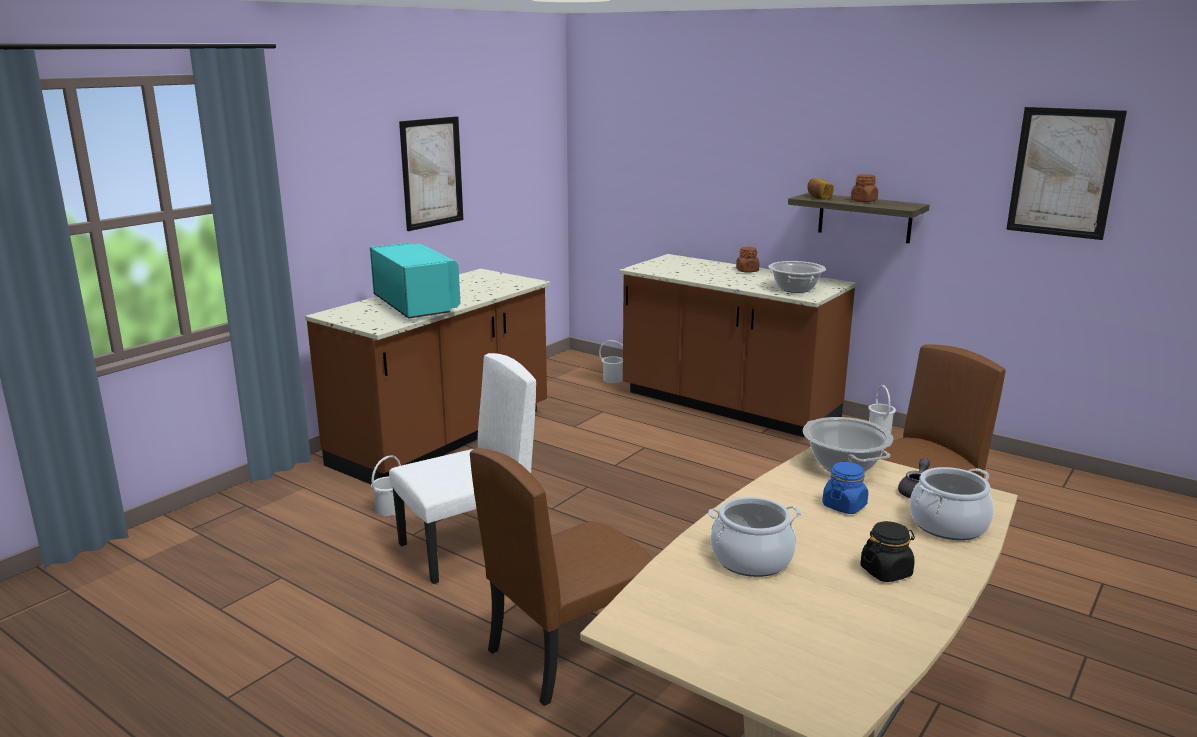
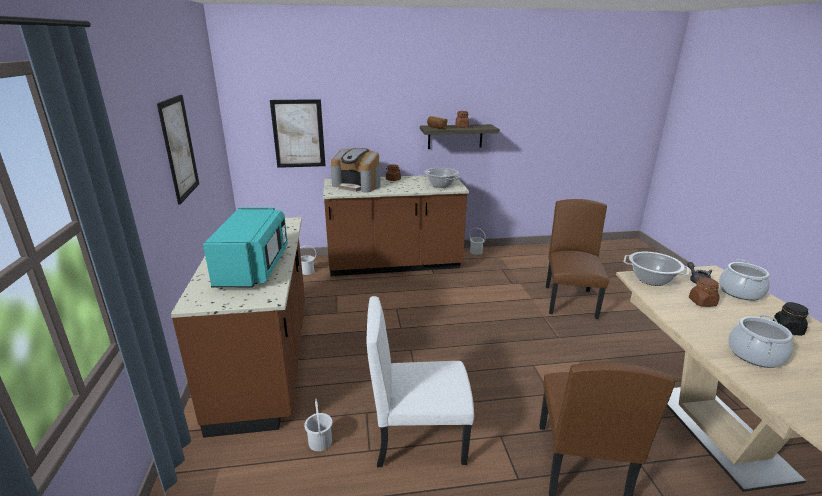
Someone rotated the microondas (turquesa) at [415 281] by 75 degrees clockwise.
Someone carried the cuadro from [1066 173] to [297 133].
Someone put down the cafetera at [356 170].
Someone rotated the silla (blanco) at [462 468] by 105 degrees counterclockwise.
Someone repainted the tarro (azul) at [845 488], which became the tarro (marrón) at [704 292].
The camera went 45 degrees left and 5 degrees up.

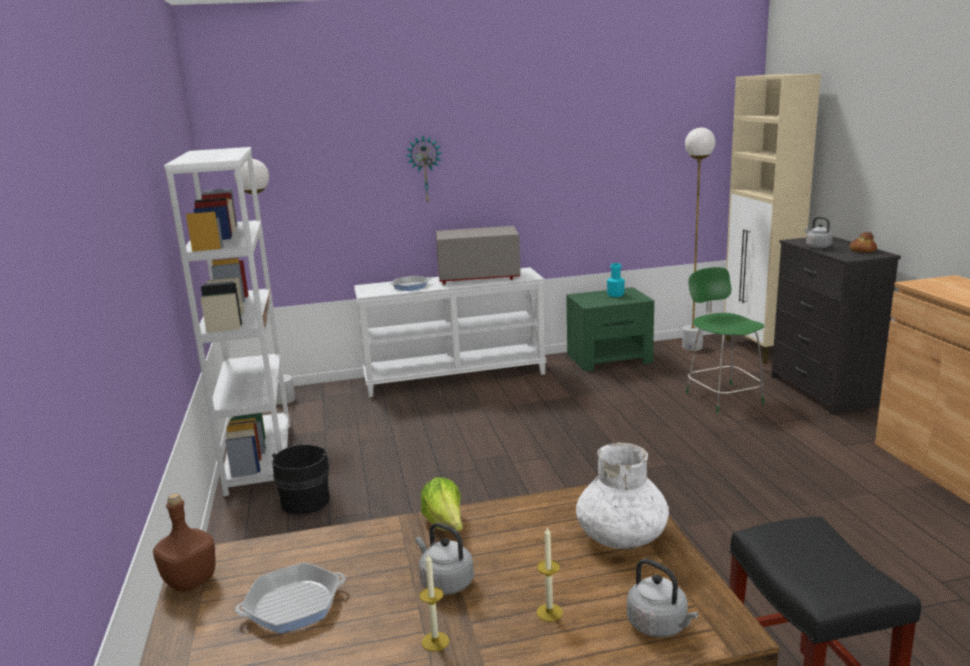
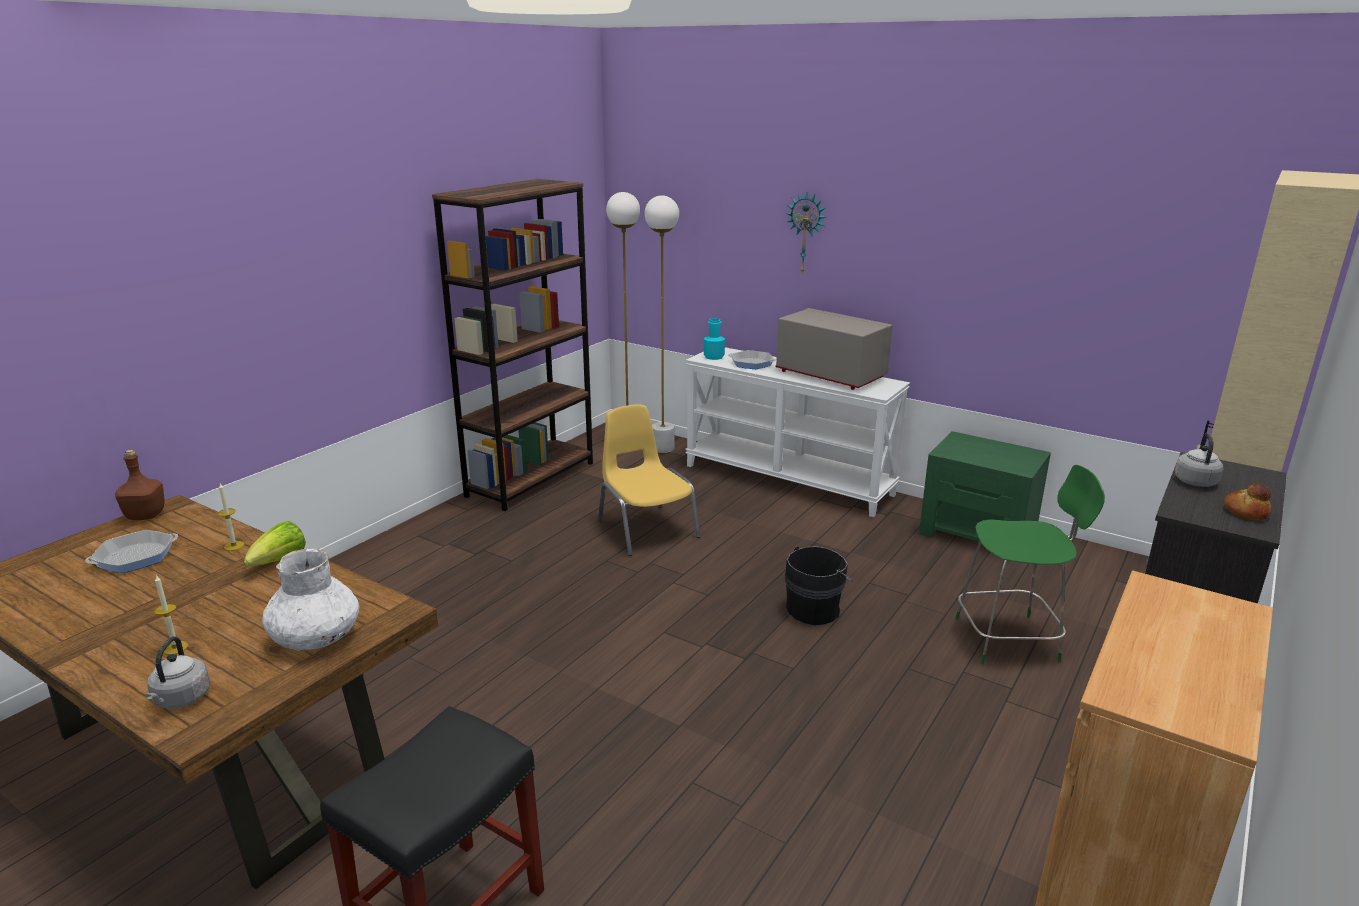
Someone rotated the sartén at [290 598] by 120 degrees clockwise.
Someone carried the vela from [434 603] to [231 517].
Someone repainted the estantería (blanco) at [227 321], which became the estantería (marrón) at [512 345].
Someone put down the silla (amarillo) at [649 480].
Someone carried the lámpara de pie (blanco) from [698 239] to [661 324].
Someone carried the botella (turquesa) from [616 280] to [714 339].
Someone carried the cubo (negro) from [302 479] to [818 585].
Someone rotated the silla (verde) at [725 340] by 60 degrees clockwise.
Someone took away the hervidor (gris) at [445 558].
The camera went 45 degrees right and 5 degrees up.

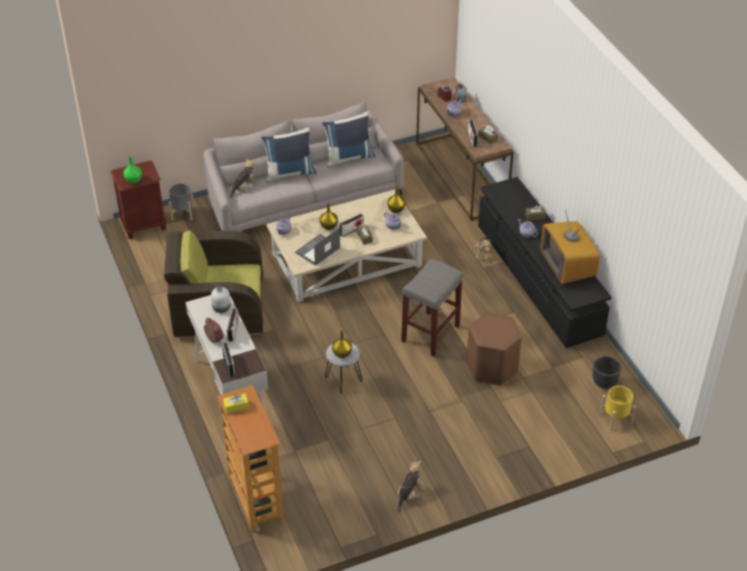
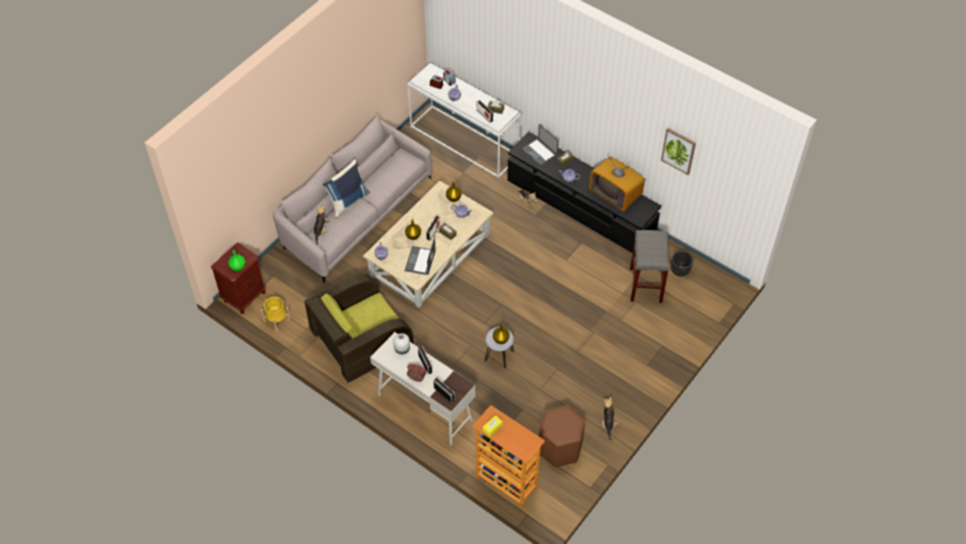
Someone carried the maceta (amarillo) from [618 408] to [276 314].
Someone repainted the mesa consola (marrón) at [465 149], which became the mesa consola (blanco) at [464 120].
Someone put down the portátil at [540 145].
Someone carried the taburete (marrón) from [494 349] to [562 436].
Someone carried the taburete (gris) from [432 307] to [649 266].
Someone put up the cuadro at [678 151].
Someone took away the maceta (gris) at [181 201].
Someone took away the cojín (azul) at [349 139].
The camera went 30 degrees left and 10 degrees up.

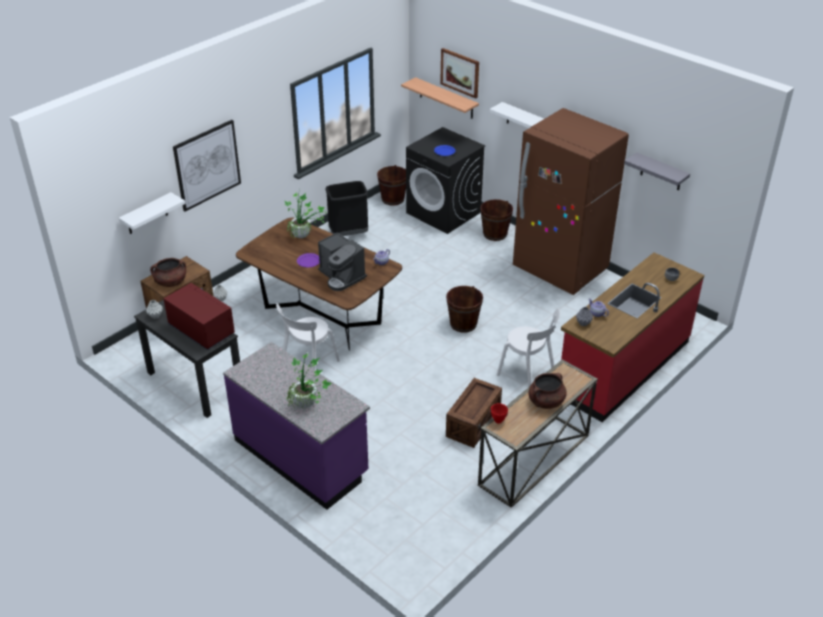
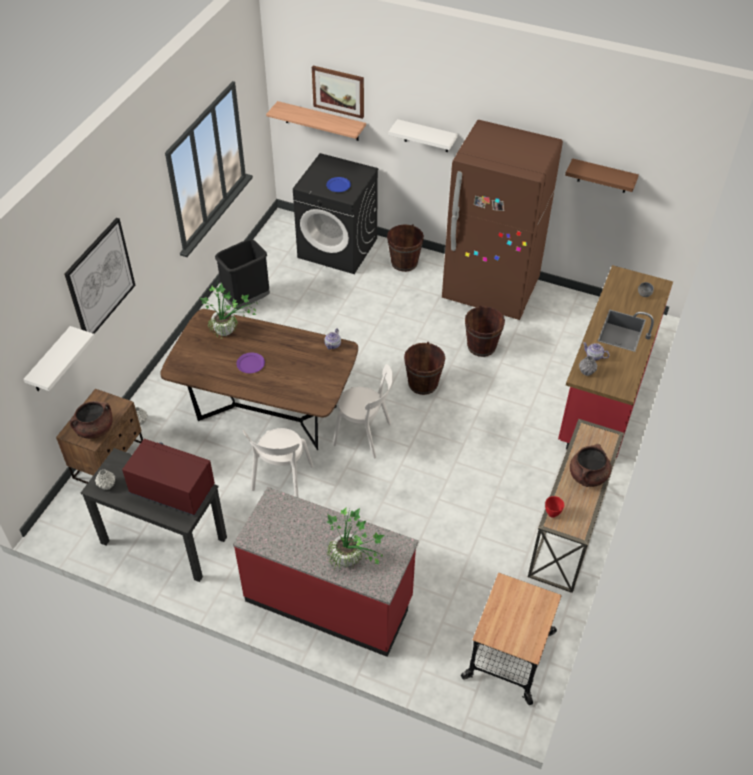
Someone repainted the mueble bajo de cocina (morado) at [296 426], which became the mueble bajo de cocina (rojo) at [326 572].
Someone carried the silla (blanco) from [528 347] to [363 411].
Someone put down the carrito at [511 638].
Someone carried the cubo (marrón) from [391 185] to [485 331].
Someone repainted the estante (gris) at [657 171], which became the estante (marrón) at [602 175].
Someone took away the cafetera at [342 261].
Someone took away the caja de embalaje at [474 413].
The camera went 20 degrees left and 10 degrees up.

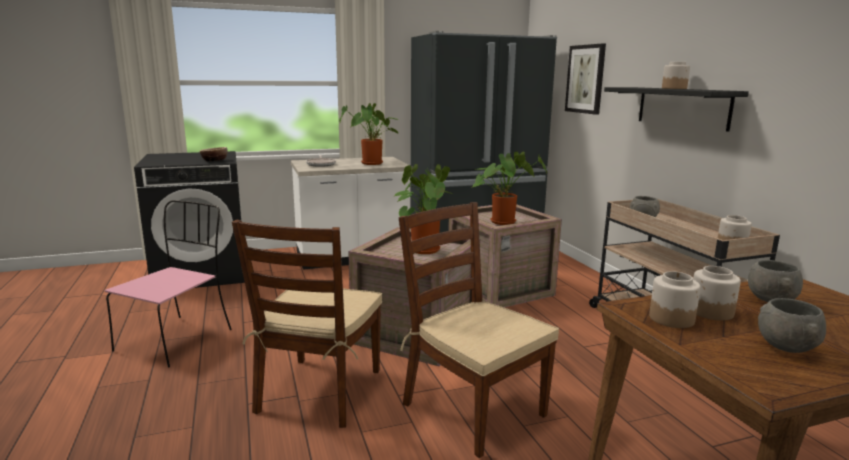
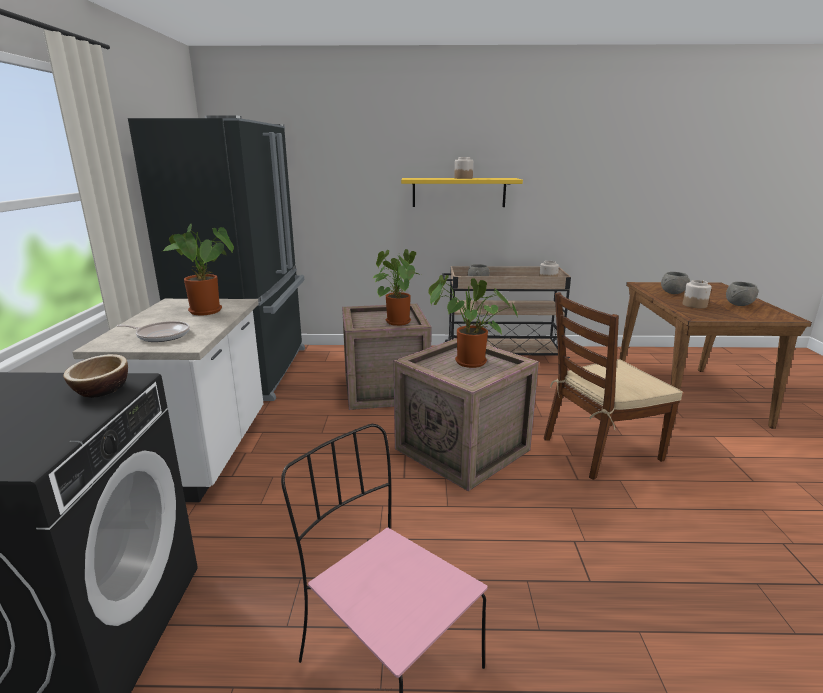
Someone repainted the estante (negro) at [676 109], which became the estante (amarillo) at [462 192].
Someone took away the silla (marrón) at [307 324].
Someone took away the cuadro at [585 79].
Someone took away the tarro at [675 299].
The camera went 70 degrees left and 5 degrees up.

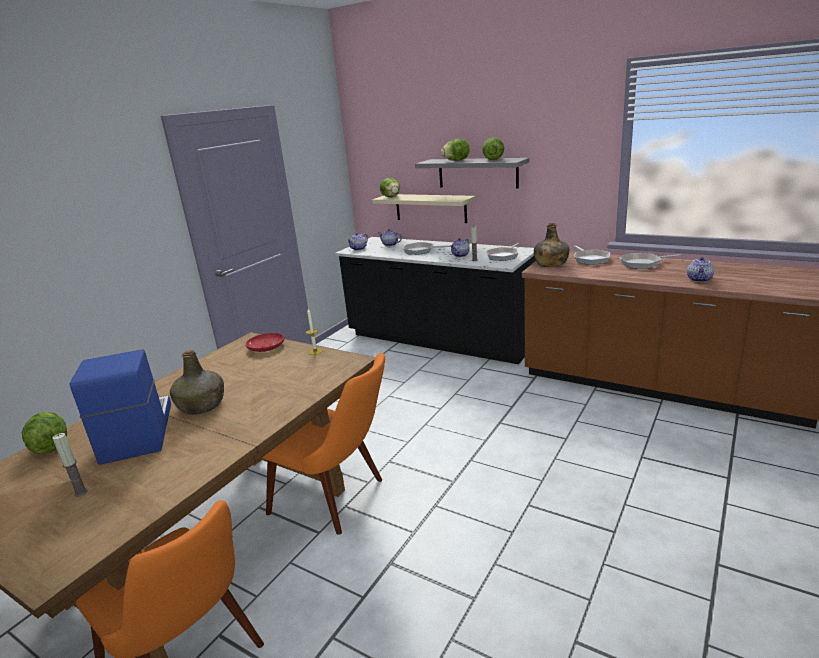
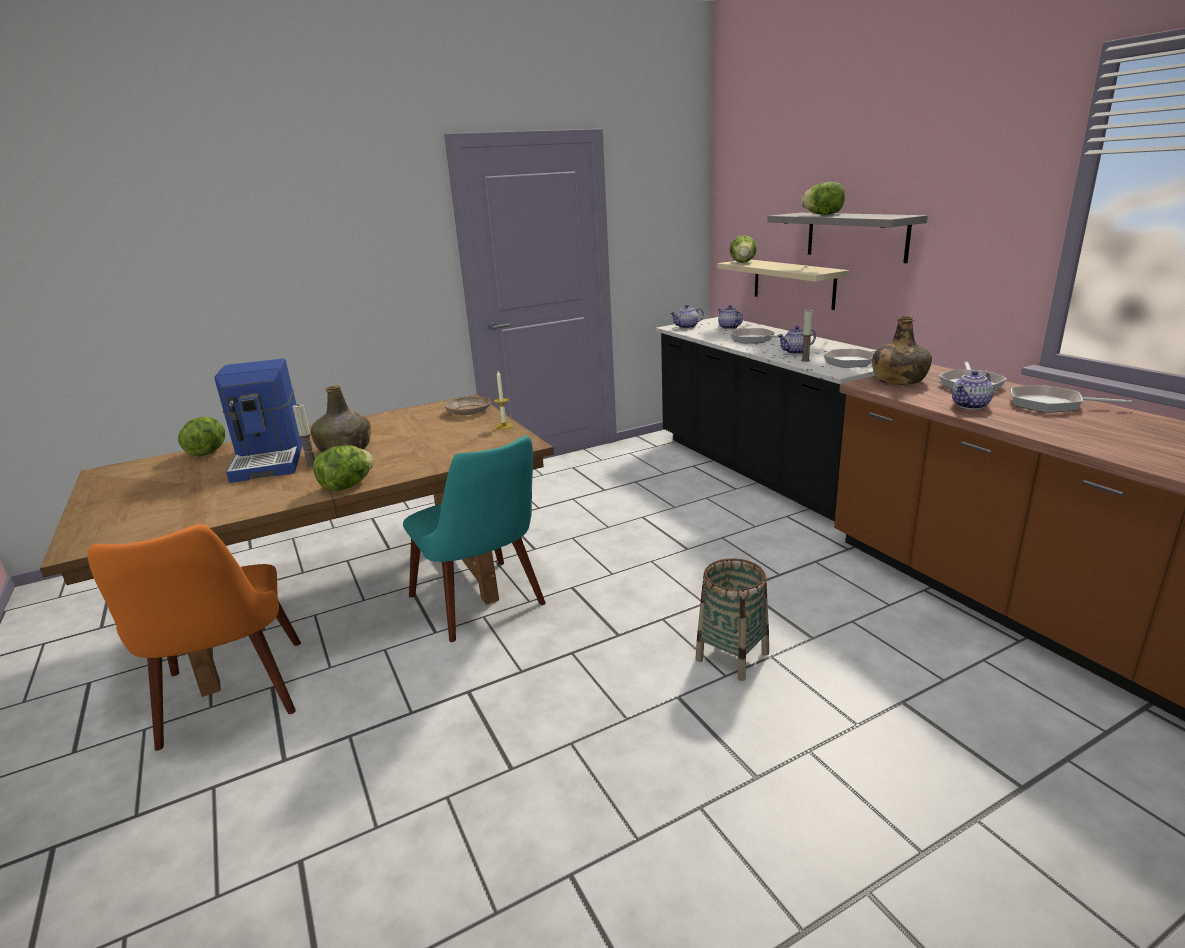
Someone rotated the cafetera at [120 407] by 150 degrees clockwise.
Someone carried the vela from [70 465] to [304 436].
Someone carried the lechuga from [493 148] to [343 468].
Someone repainted the silla (naranja) at [323 444], which became the silla (turquesa) at [474 539].
Someone repainted the plato (rojo) at [265 342], which became the plato (beis) at [468 406].
Someone put down the cesta at [732 619].
Someone carried the tetera from [700 269] to [973 390].
The camera went 30 degrees right and 0 degrees up.

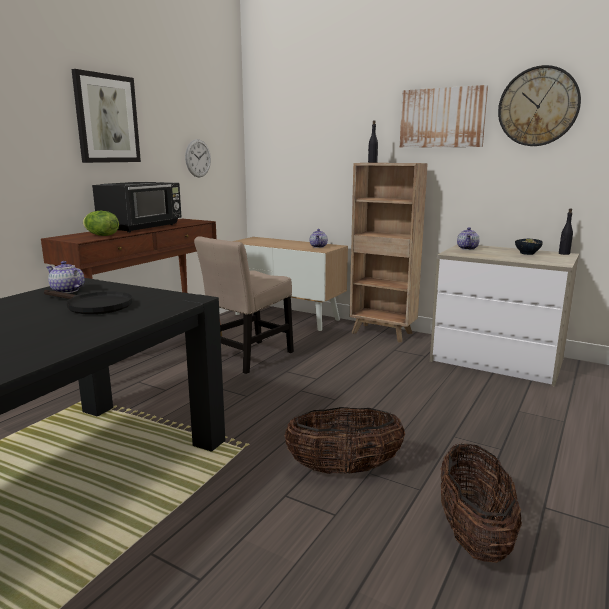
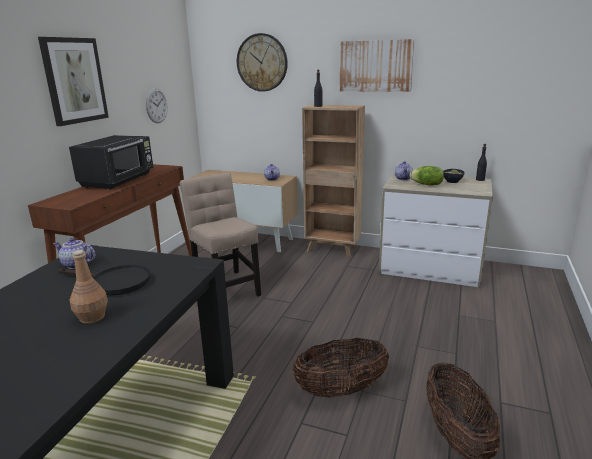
Someone put down the botella (marrón) at [89 287].
Someone rotated the silla (beis) at [244 305] by 120 degrees clockwise.
Someone carried the reloj de pared from [539 105] to [262 62].
Someone carried the lechuga from [101 223] to [426 176].
The camera went 10 degrees left and 5 degrees up.

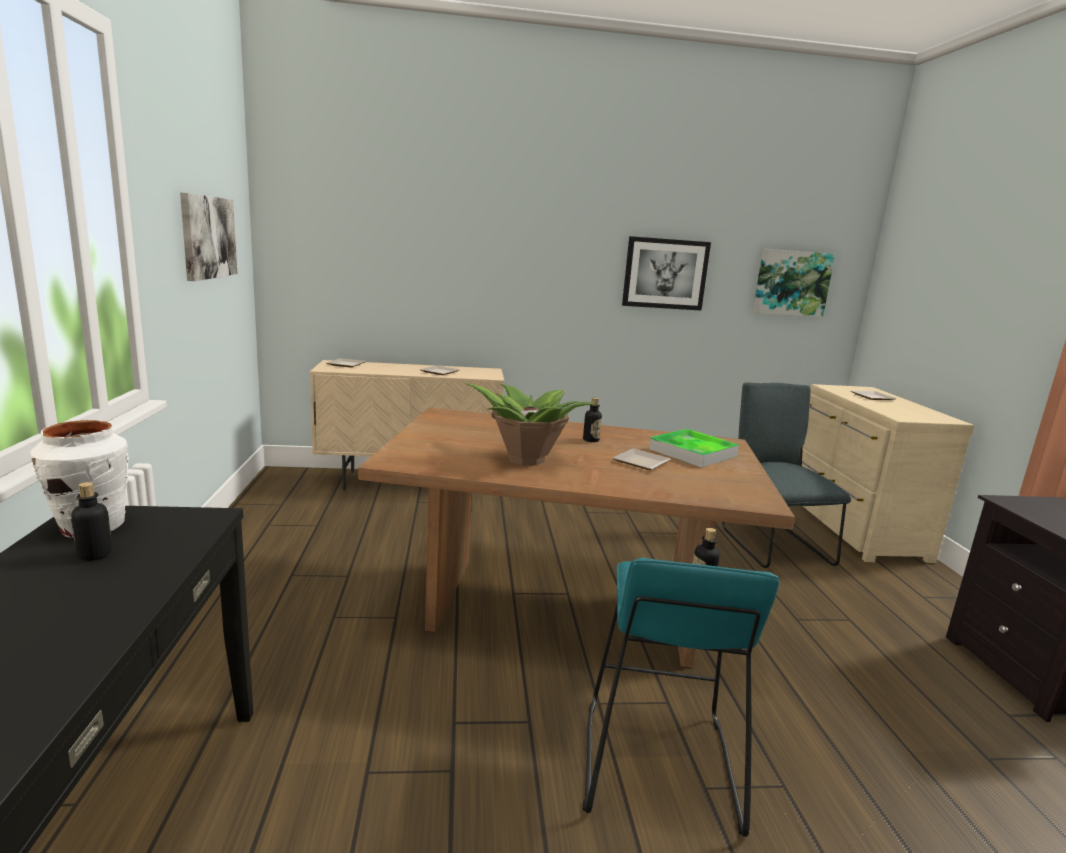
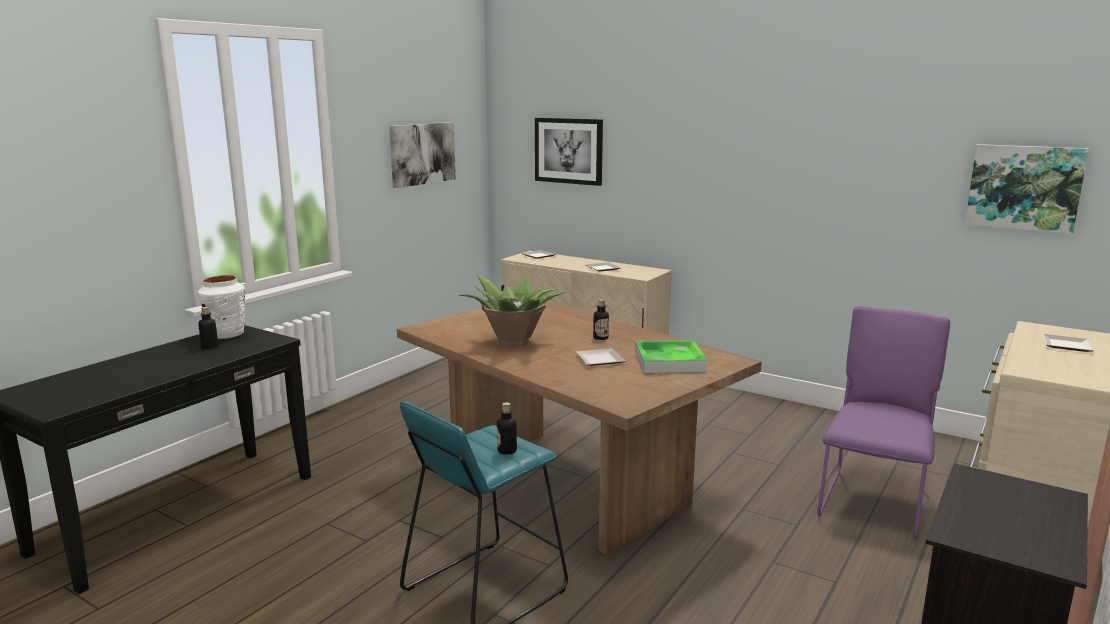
Someone carried the cuadro from [666 273] to [569 152].
Someone repainted the silla (gris) at [786 475], which became the silla (morado) at [883 422].
The camera went 40 degrees right and 0 degrees up.

